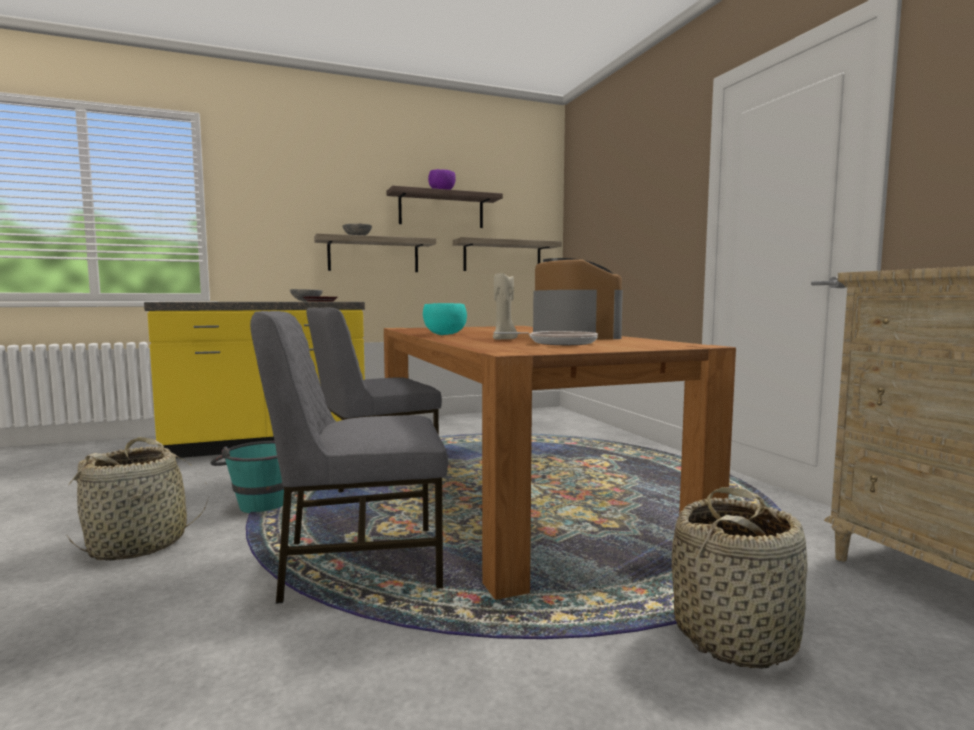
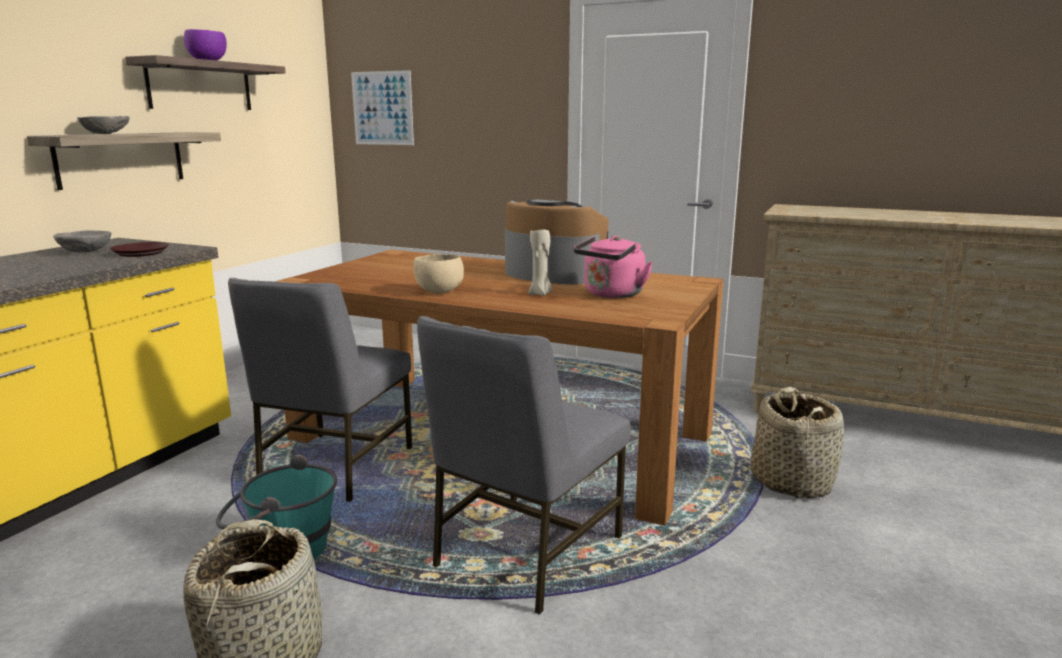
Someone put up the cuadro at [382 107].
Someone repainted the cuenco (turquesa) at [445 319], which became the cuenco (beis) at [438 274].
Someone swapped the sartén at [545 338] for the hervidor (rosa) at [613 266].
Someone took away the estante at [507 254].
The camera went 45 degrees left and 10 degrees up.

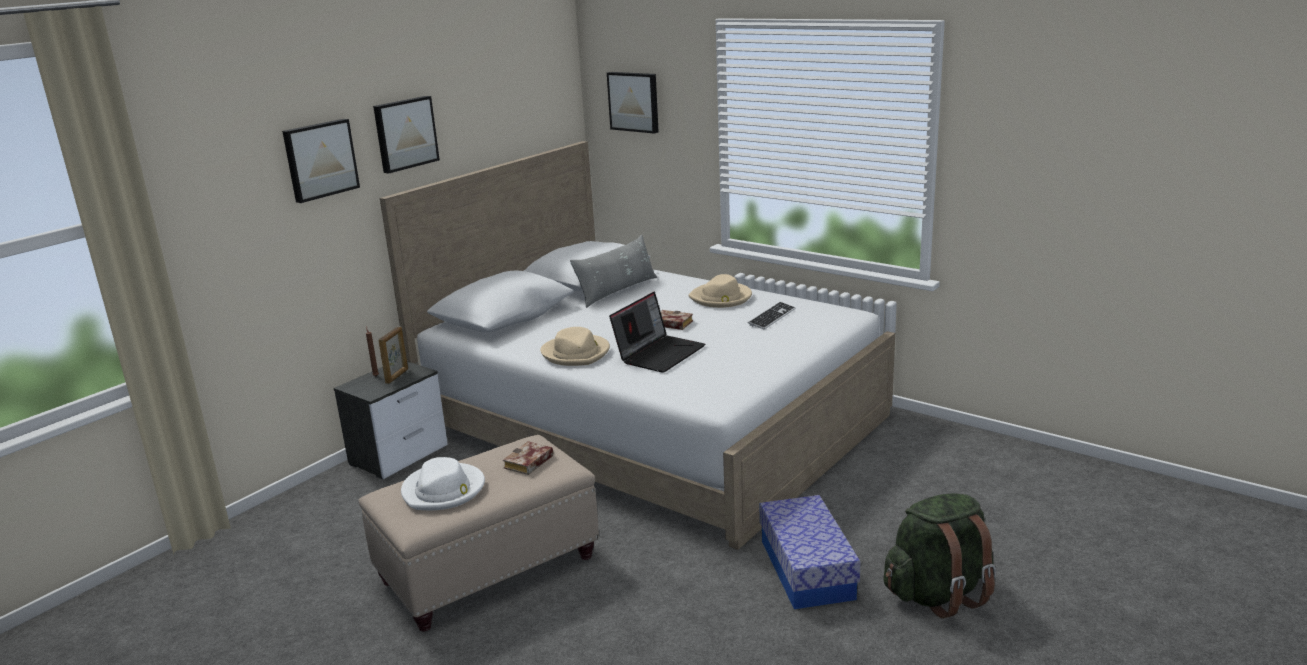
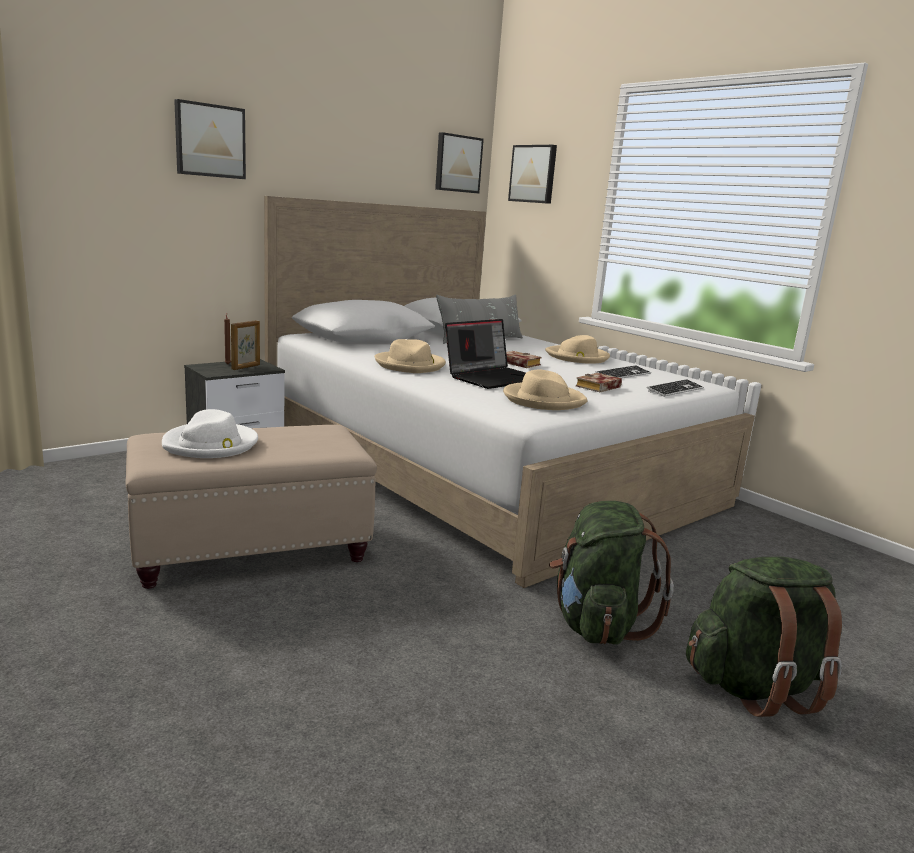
Someone carried the cuadro from [406 135] to [459 162].
Someone put down the sombrero (beis) at [545 390].
Someone swapped the caja de almacenaje at [810 552] for the mochila (verde) at [611 573].
Someone carried the libro from [528 458] to [599 382].
Someone put down the teclado at [675 388].
The camera went 10 degrees right and 5 degrees down.

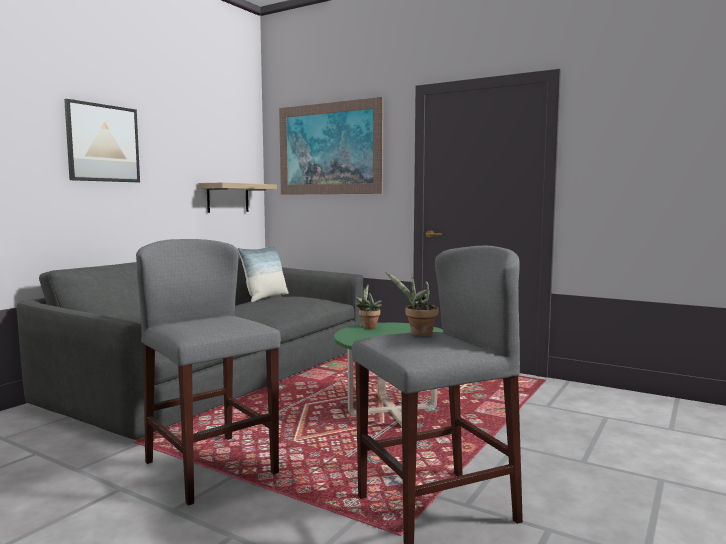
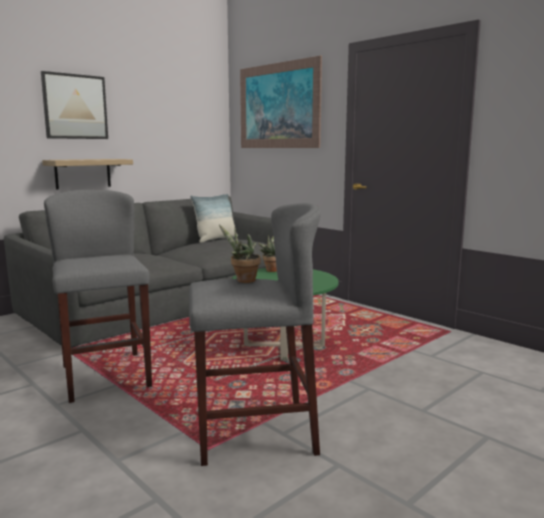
Someone carried the estante from [237 197] to [87 174].
The camera went 15 degrees right and 5 degrees up.

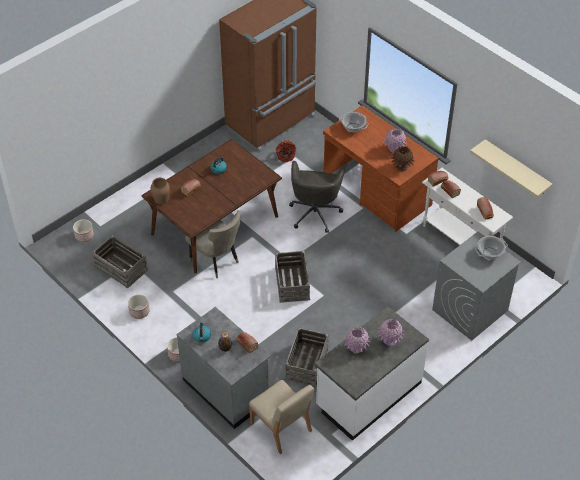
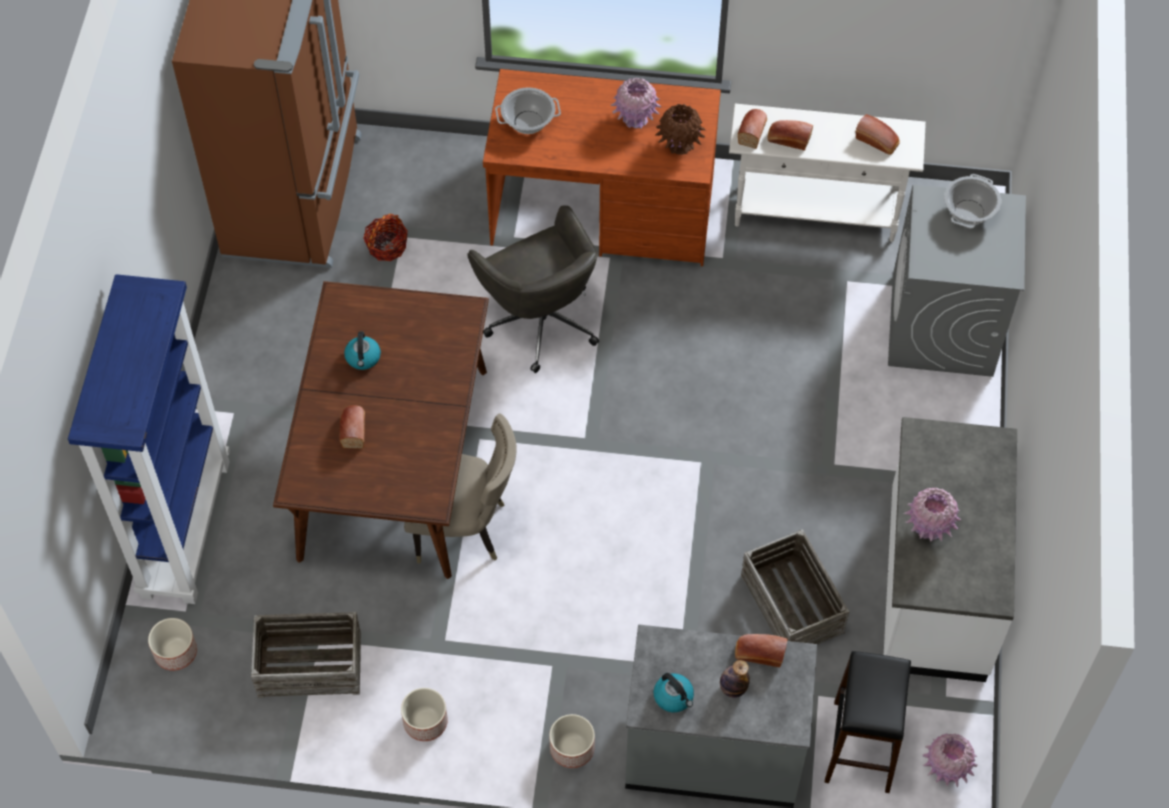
Someone put down the estantería (azul) at [149 439].
Someone swapped the silla (beis) at [281 417] for the taburete (negro) at [868 722].
Someone carried the florero (rosa) from [390 332] to [950 760].
Someone took away the florero (marrón) at [160 191].
Someone took away the caja de embalaje at [292 277].
Someone took away the estante (beis) at [511 168].
The camera went 40 degrees left and 10 degrees up.

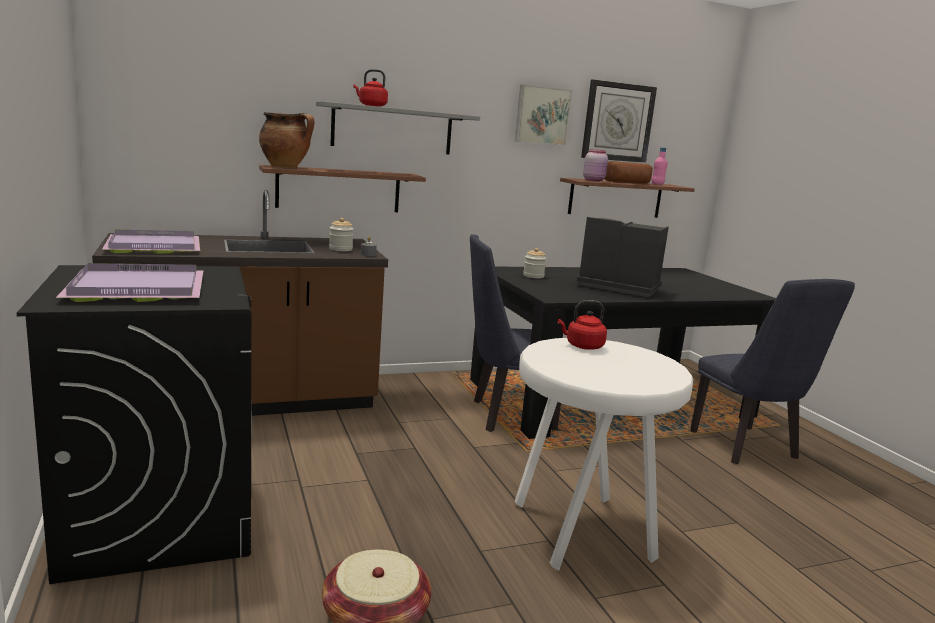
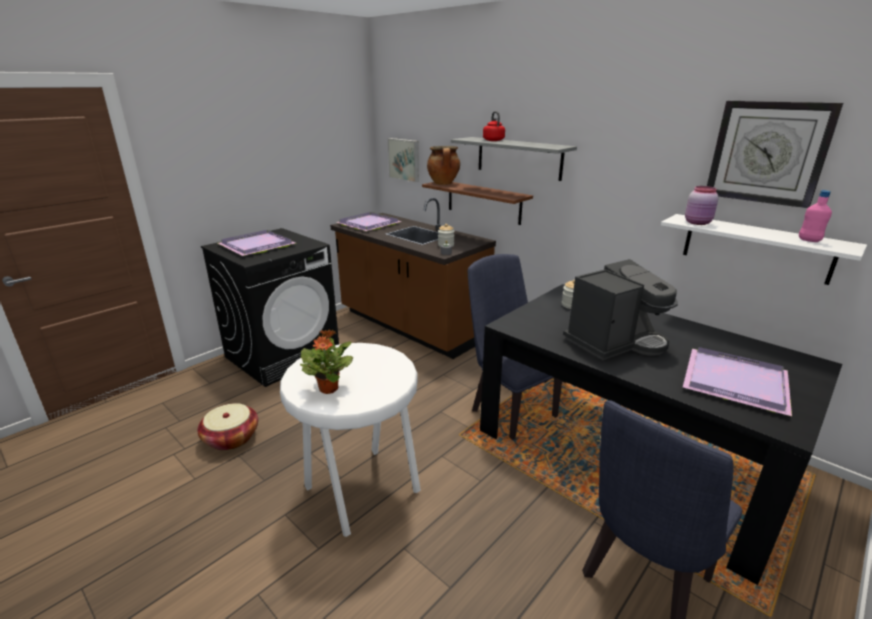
Someone put down the planta en maceta at [326 362].
Someone carried the cuadro from [543 115] to [403 160].
Someone rotated the cafetera at [623 257] by 60 degrees clockwise.
Someone repainted the estante (marrón) at [627 198], which became the estante (blanco) at [764 249].
Someone put down the bandeja (morado) at [737 381].
Someone took away the hervidor (rojo) at [582 325].
Someone took away the pan at [628 172].
The camera went 65 degrees right and 10 degrees up.

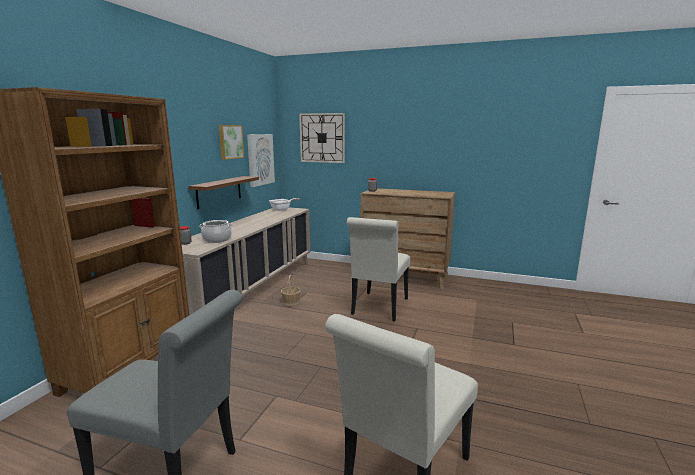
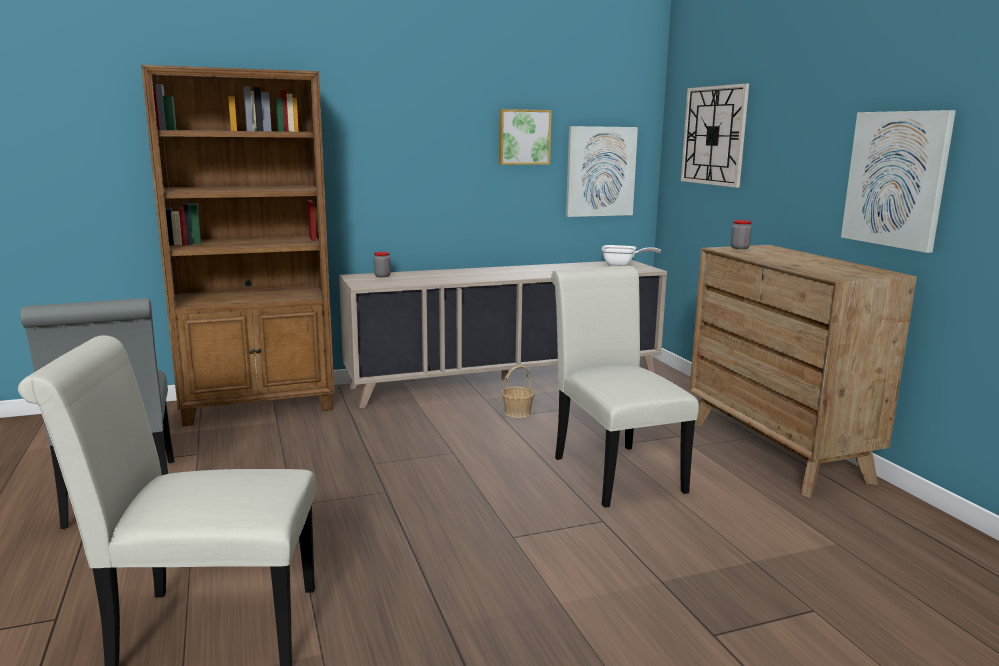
Someone rotated the silla (blanco) at [378 269] by 90 degrees clockwise.
Someone put up the cuadro at [898 181].
Someone took away the estante at [224 192].
Someone took away the olla at [215 231].
The camera went 50 degrees right and 0 degrees up.

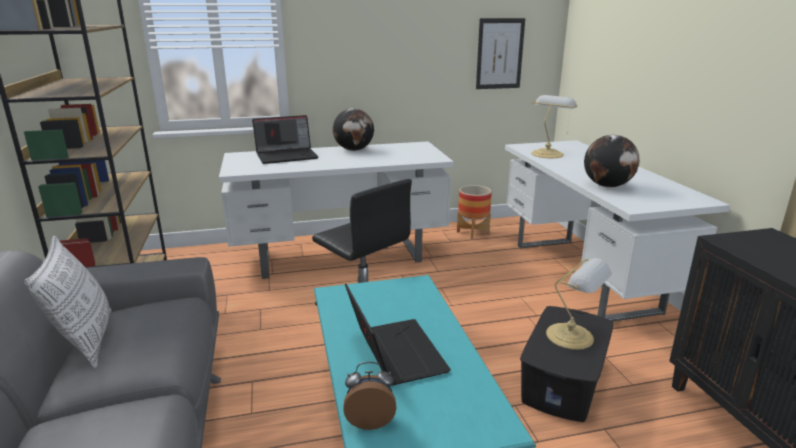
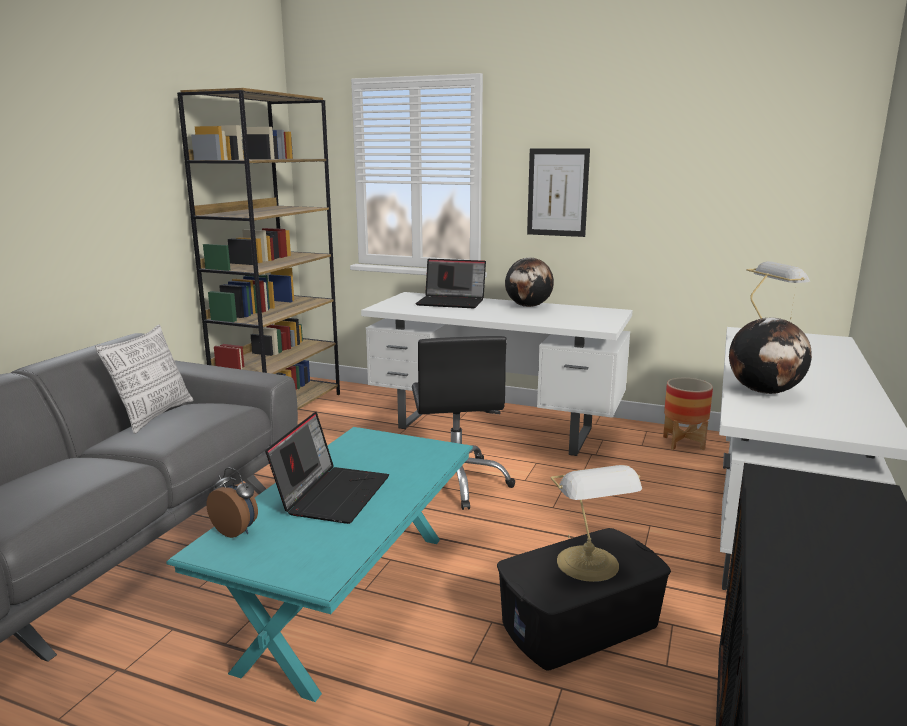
Someone carried the cuadro from [500 53] to [558 192].
The camera went 35 degrees right and 5 degrees down.

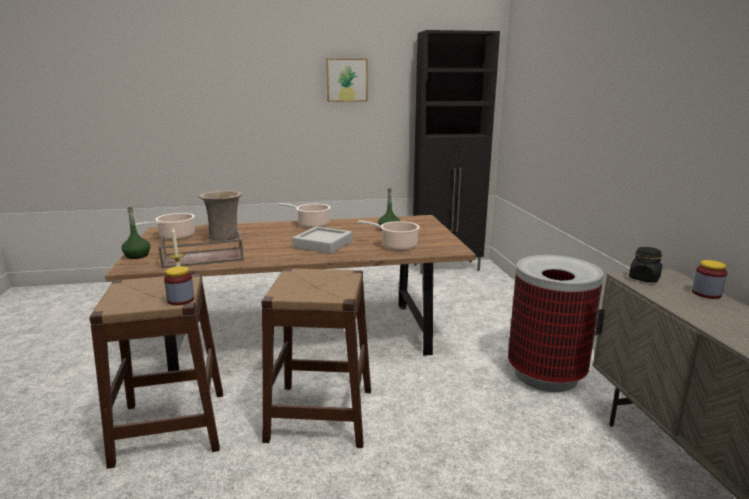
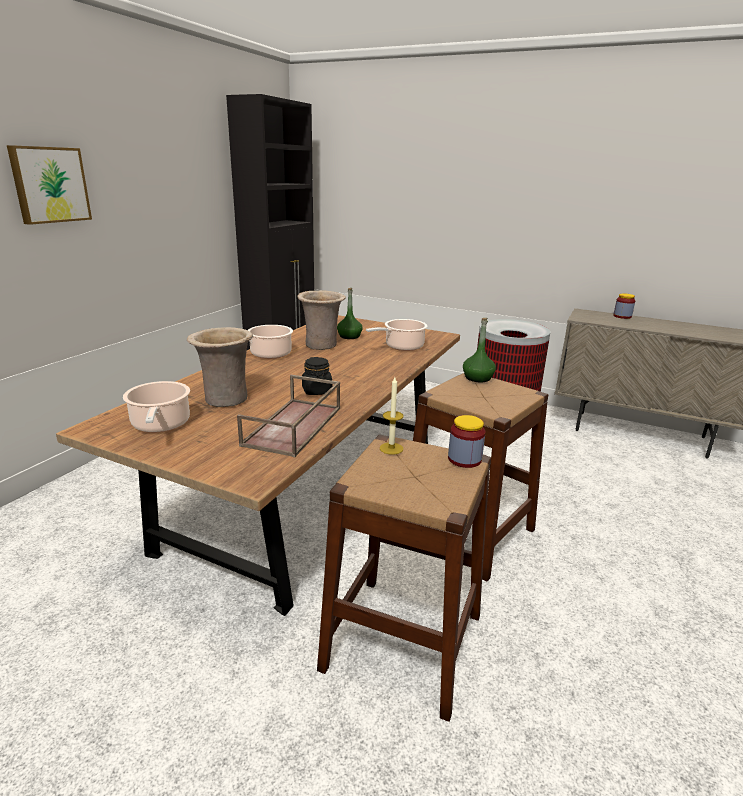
Someone carried the cuadro from [347 80] to [49 185].
Someone put down the florero (beis) at [321 320].
Someone carried the tarro (negro) from [645 265] to [317 376].
Someone carried the botella (verde) from [135 233] to [479 350].
Someone took away the bandeja (gris) at [322 240].
The camera went 55 degrees left and 5 degrees up.

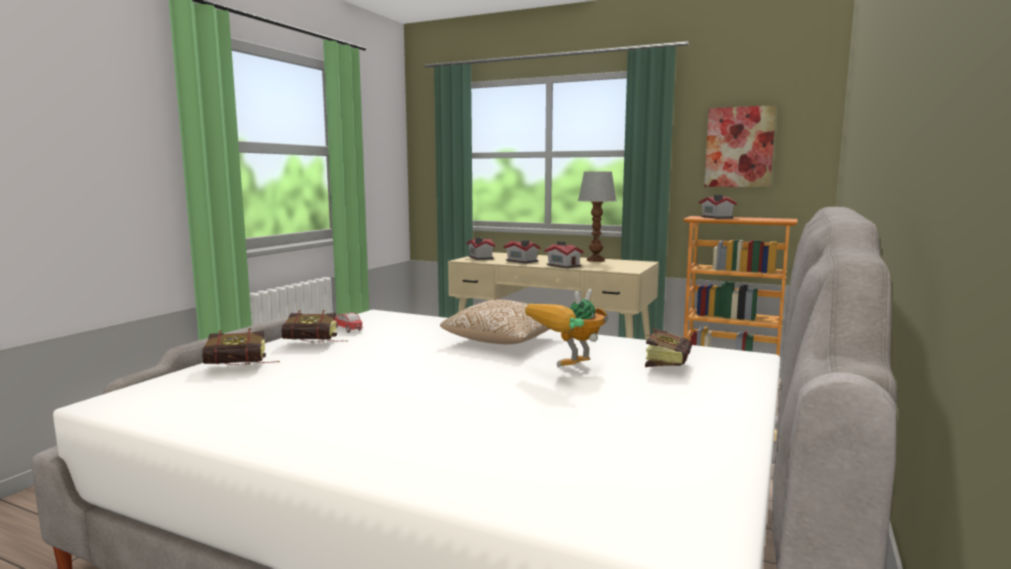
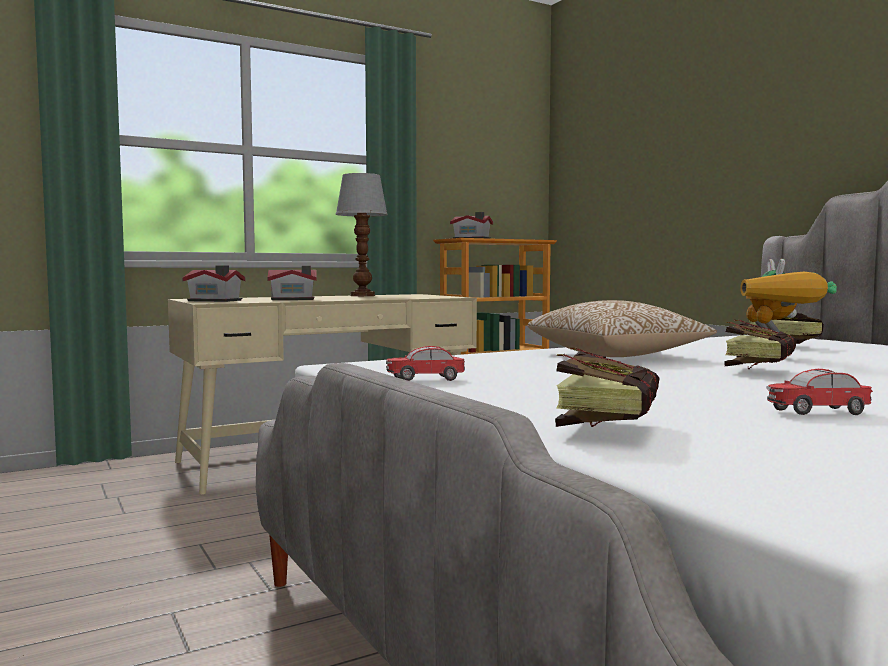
Someone carried the libro from [314 326] to [760 344].
Someone put down the coche de juguete at [819 392].
Someone took away the casita at [564 254].
Someone took away the cuadro at [740 146].
The camera went 55 degrees left and 5 degrees down.

